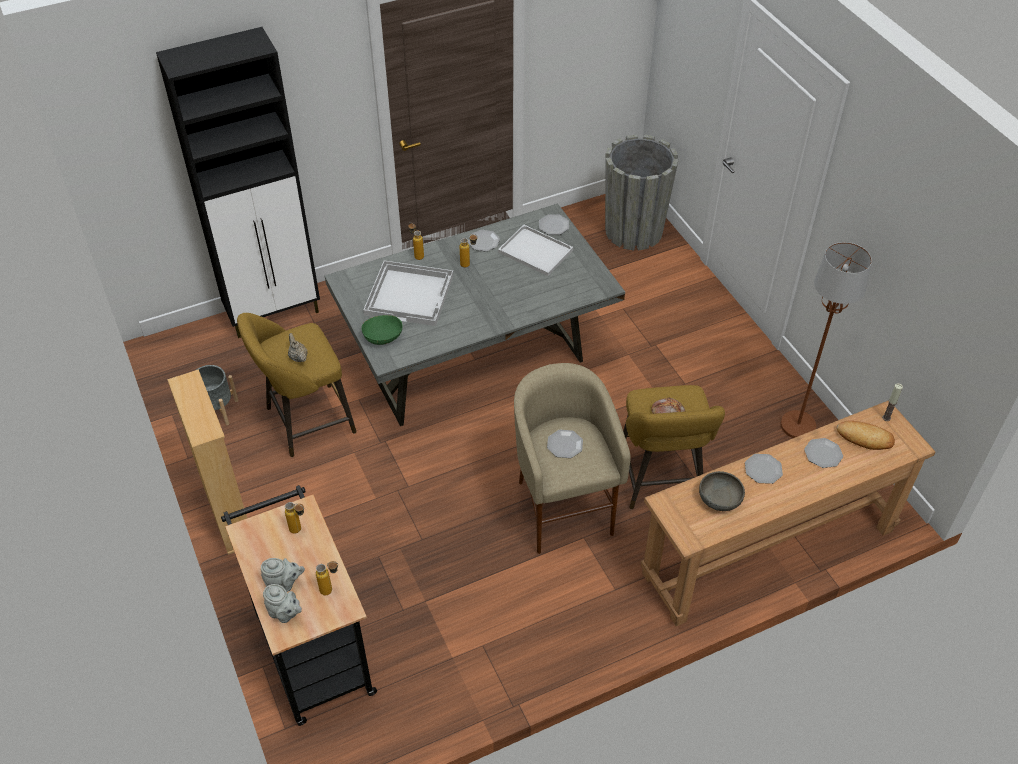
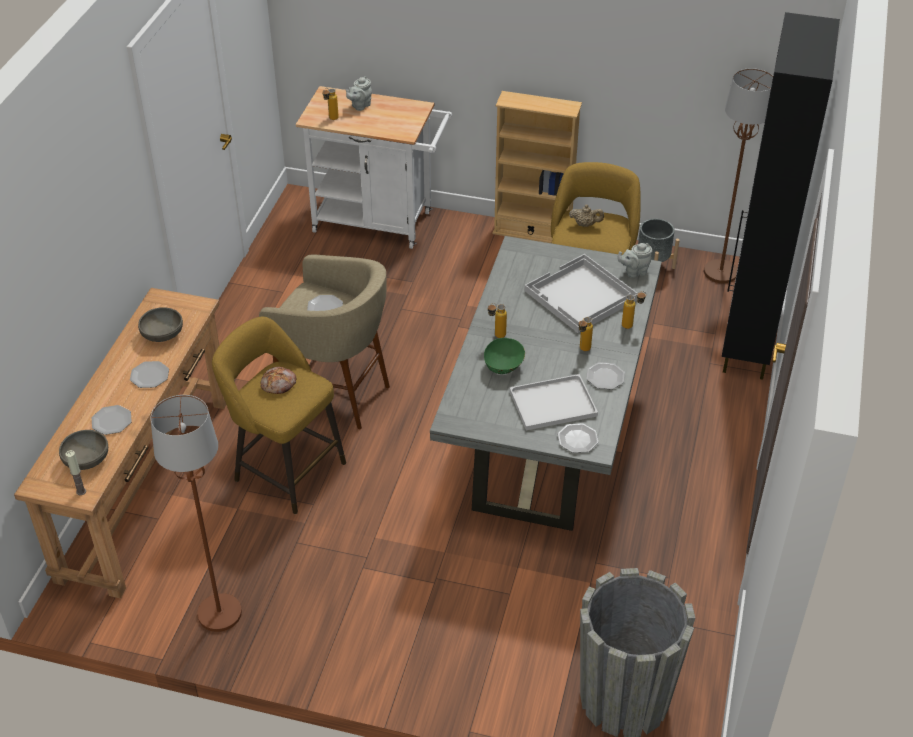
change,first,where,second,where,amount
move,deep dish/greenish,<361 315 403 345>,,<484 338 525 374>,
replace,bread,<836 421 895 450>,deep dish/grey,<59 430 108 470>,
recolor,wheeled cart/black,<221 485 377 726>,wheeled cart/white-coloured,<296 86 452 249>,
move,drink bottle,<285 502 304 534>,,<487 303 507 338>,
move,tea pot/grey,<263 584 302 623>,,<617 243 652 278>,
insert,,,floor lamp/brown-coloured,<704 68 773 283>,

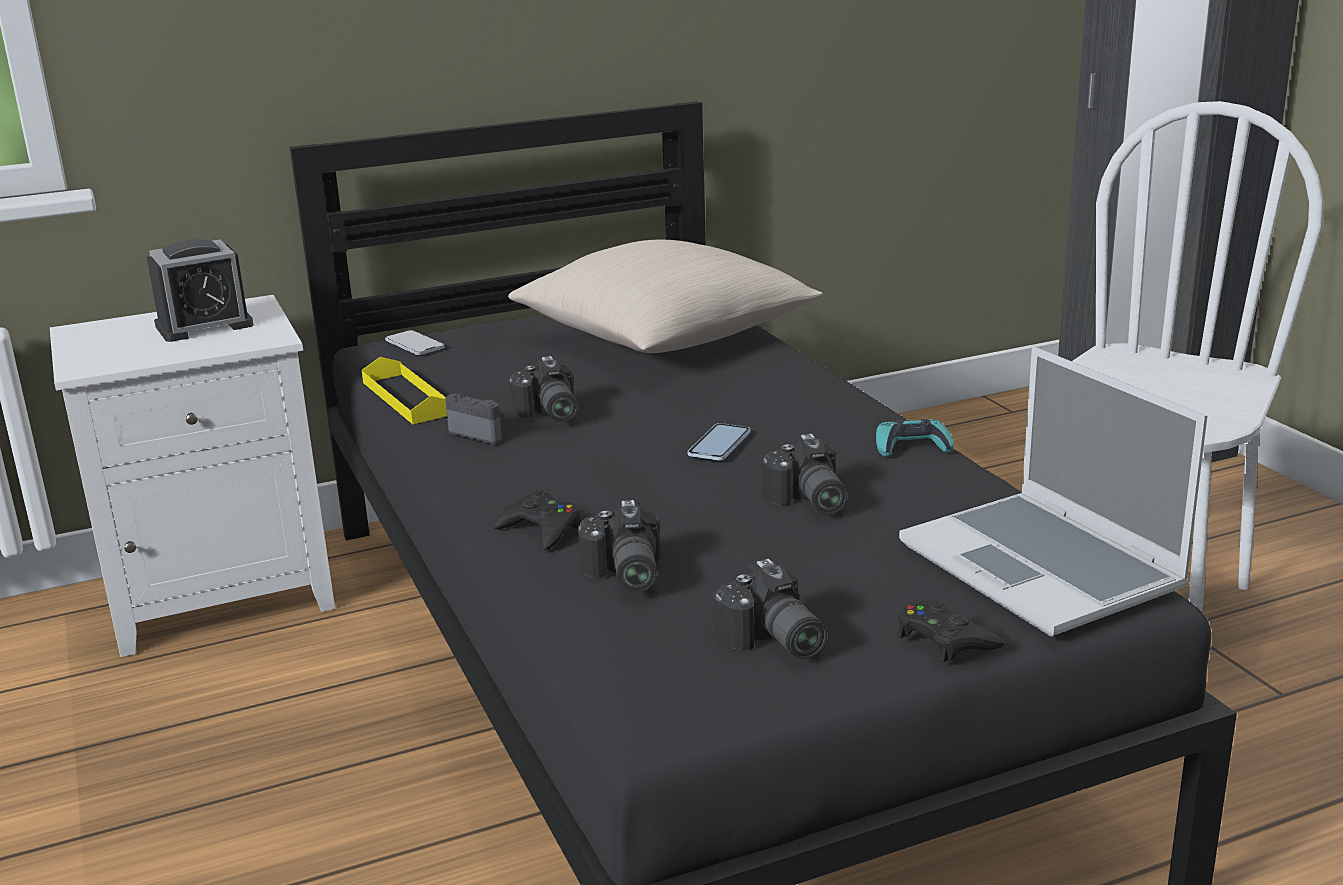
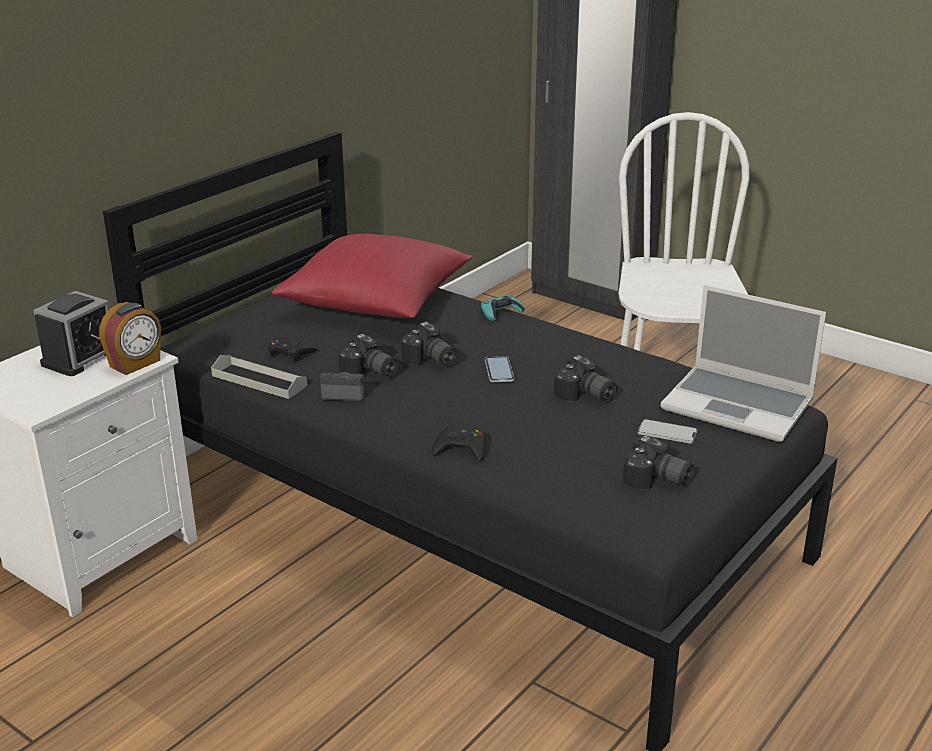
change,first,where,second,where,amount
recolor,pillow/beige,<508 240 823 353>,pillow/reddish,<272 234 473 318>,
move,handset,<385 330 445 355>,,<638 419 697 444>,
recolor,carrying tray/yellow,<362 357 447 424>,carrying tray/grey,<211 355 307 399>,
move,joypad/turquoise-coloured,<876 419 954 456>,,<480 295 525 321>,
move,still camera,<578 500 661 592>,,<401 322 457 366>,
move,joypad/black,<898 600 1005 662>,,<268 336 317 362>,
insert,,,alarm clock,<99 302 161 375>,

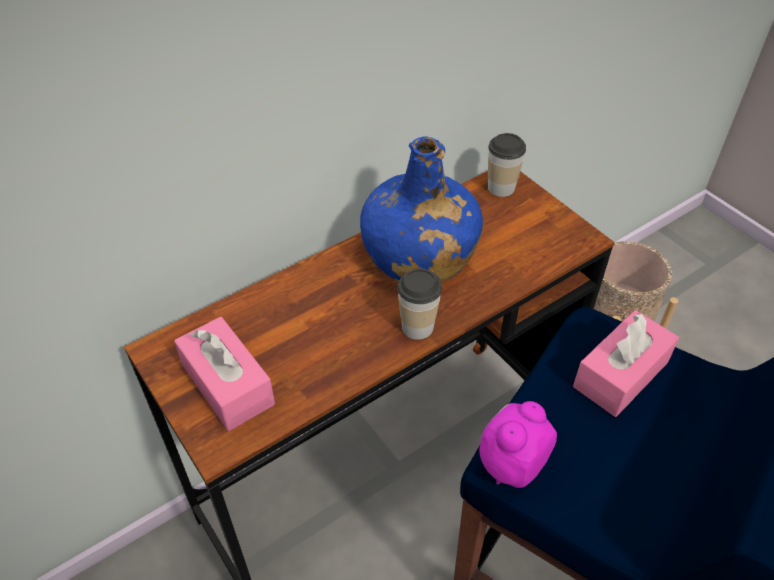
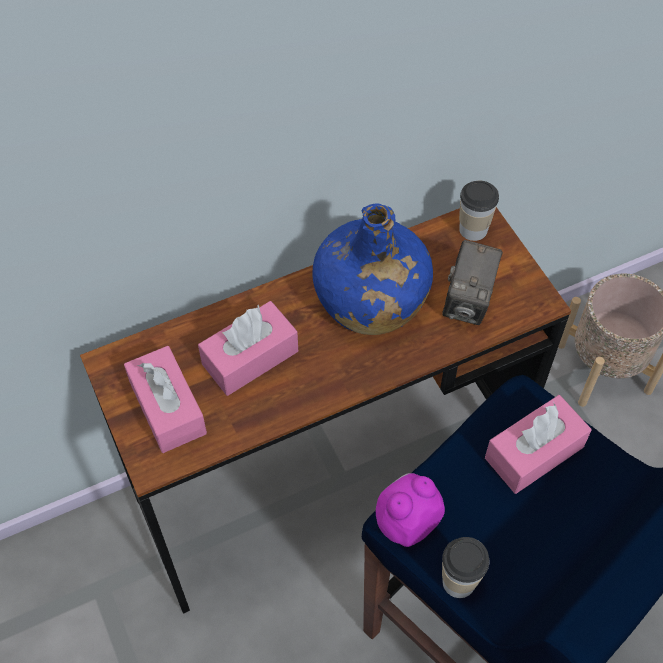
change,first,where,second,where,amount
move,cup,<397 268 442 340>,,<442 537 489 598>,
insert,,,still camera,<443 240 503 325>,
insert,,,tissue holder/pink-coloured,<198 301 298 396>,

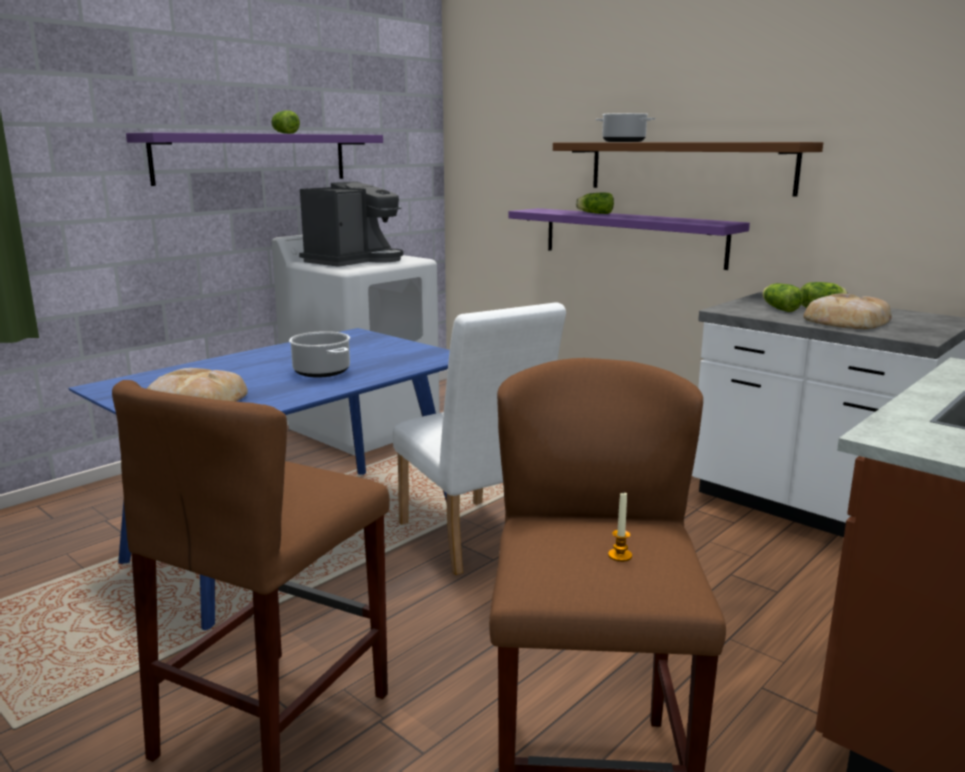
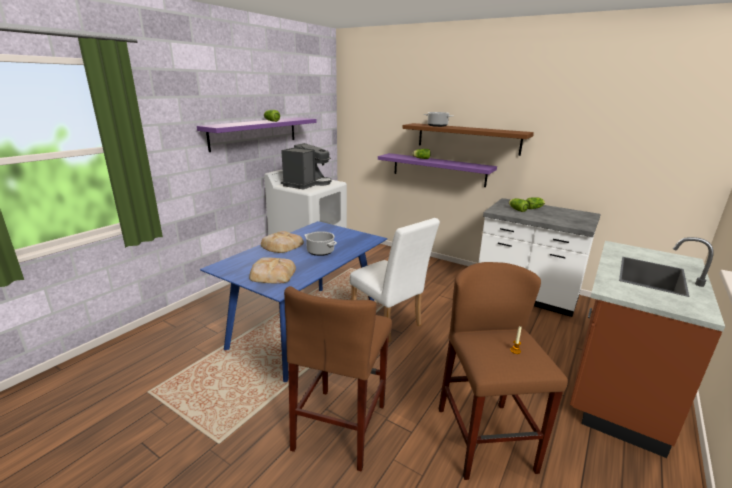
change,first,where,second,where,amount
move,bread,<804 293 892 329>,,<261 231 304 253>,

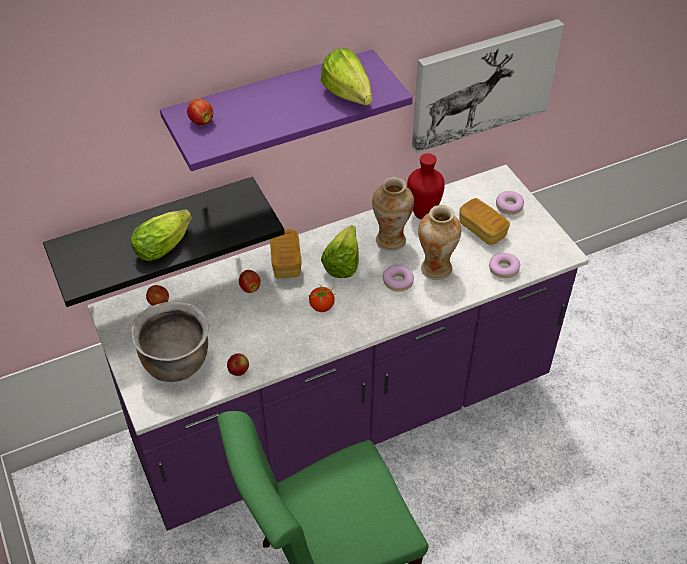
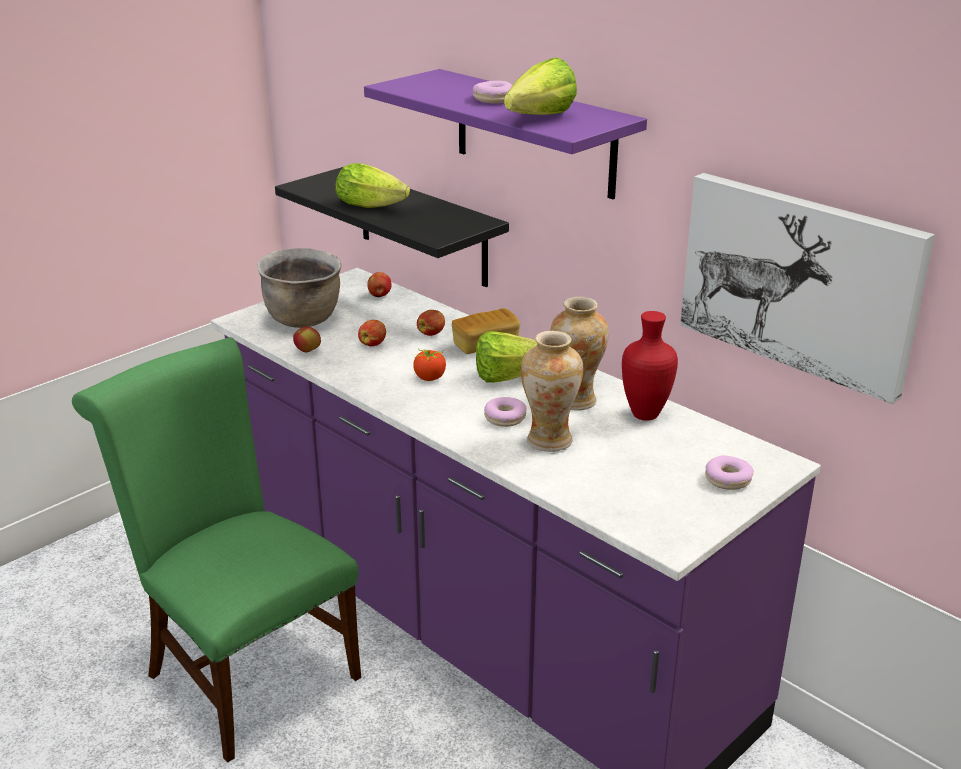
change,first,where,second,where,amount
move,apple,<187 99 213 125>,,<358 320 386 346>,
delete,bread,<459 198 510 245>,,,
move,ring doughnut,<489 253 520 278>,,<473 81 513 103>,

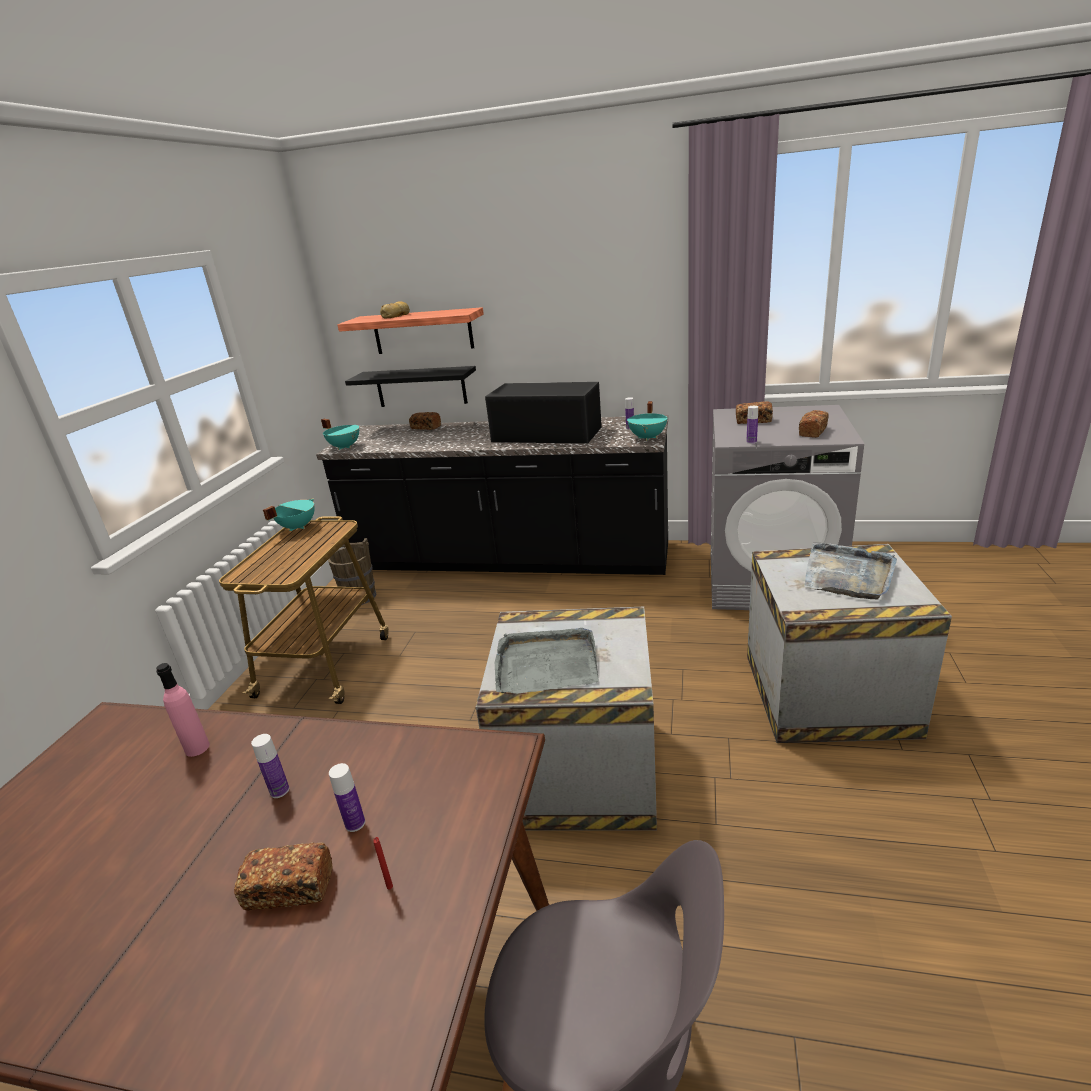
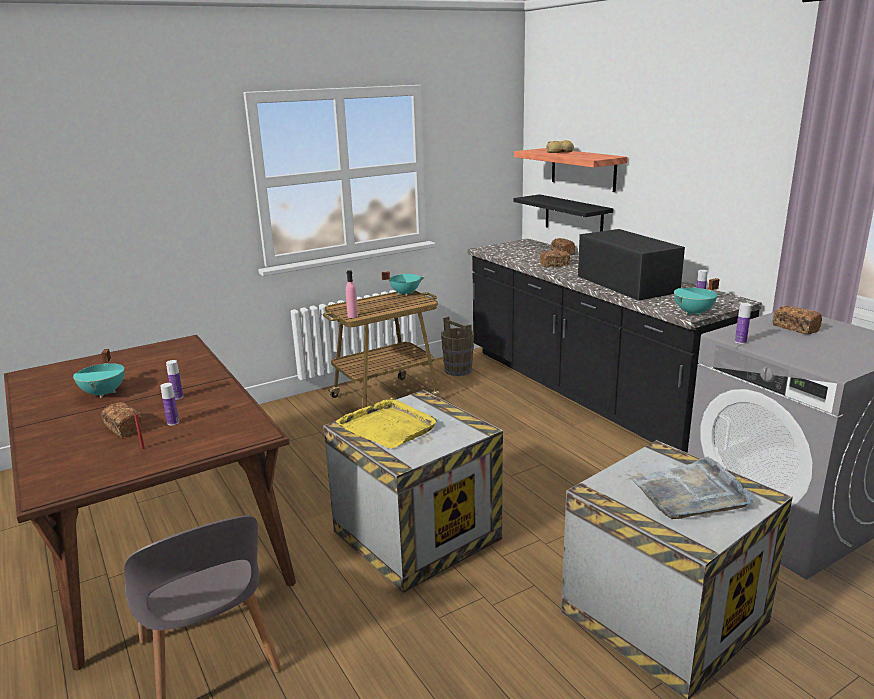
change,first,where,second,where,amount
move,bread,<799 410 829 438>,,<540 250 570 267>,
move,cooking pot/turquoise-coloured,<321 419 359 450>,,<73 349 125 398>,
recolor,carrying tray/grey,<495 628 599 694>,carrying tray/yellow,<336 398 437 449>,
move,drink bottle/pink-coloured,<156 663 210 757>,,<346 270 358 318>,

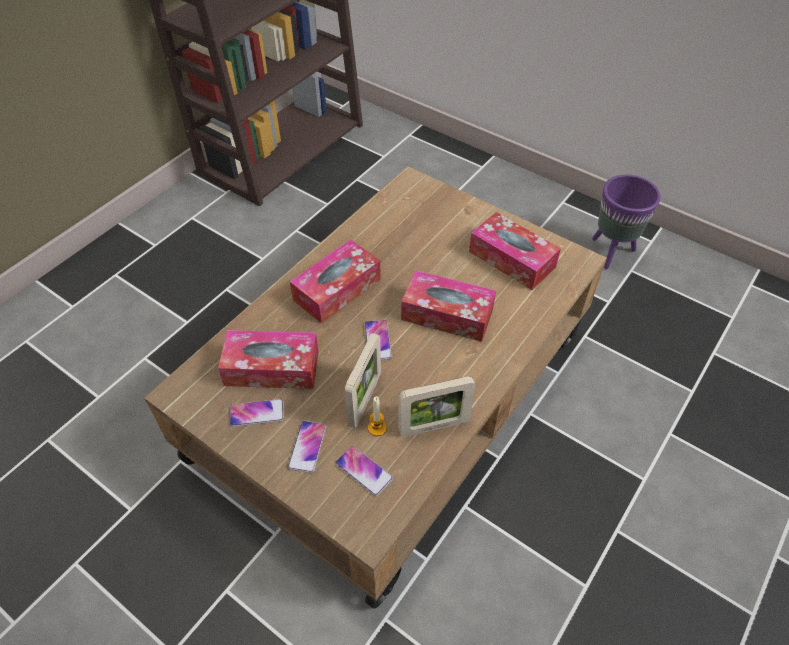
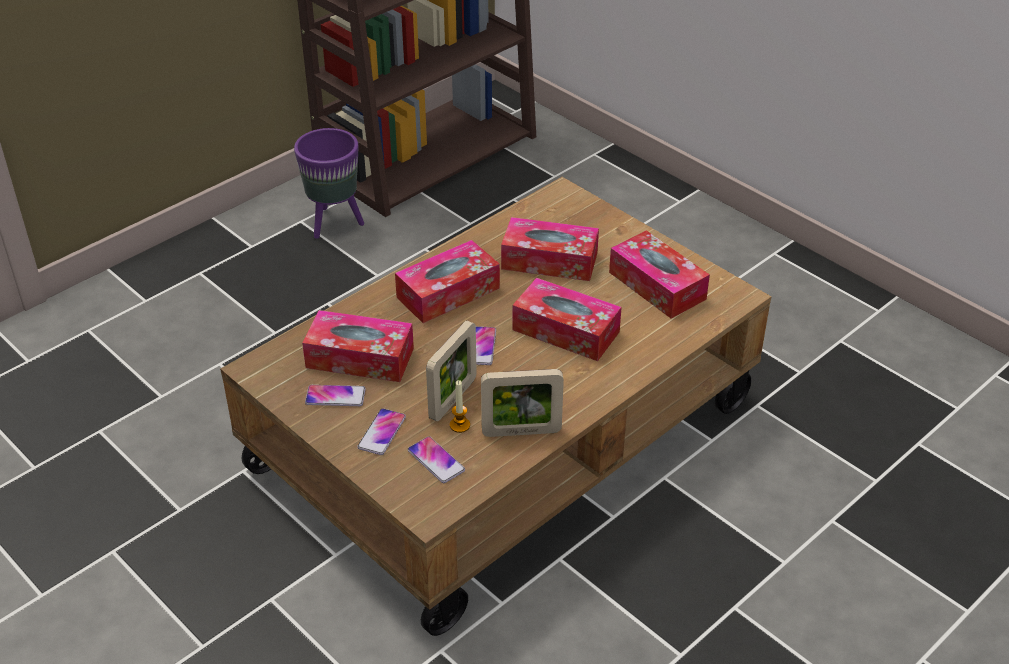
change,first,where,second,where,amount
move,flower pot/purple,<592 175 661 269>,,<294 128 364 239>,
insert,,,tissue holder,<501 217 599 281>,

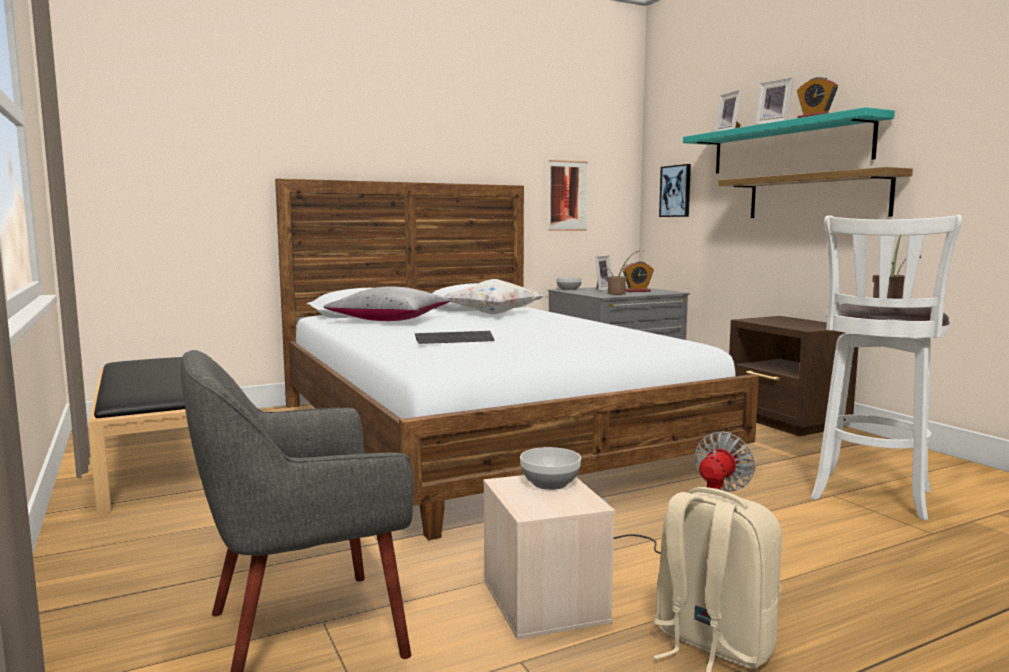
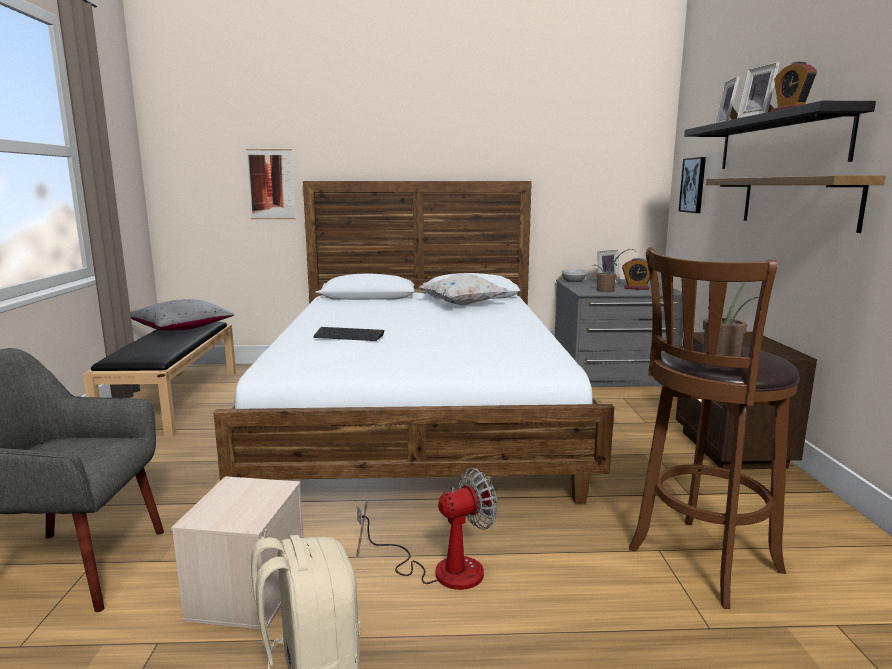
change,first,where,second,where,amount
recolor,bracket shelf/turquoise-coloured,<683 107 895 174>,bracket shelf/black,<684 101 876 169>,
move,wall art,<548 160 588 231>,,<246 149 296 219>,
recolor,stool/white-coloured,<810 215 962 520>,stool/brown-coloured,<629 247 800 609>,
move,pillow/grey,<324 286 451 321>,,<130 299 235 331>,
delete,deep dish,<520 447 581 490>,,,

